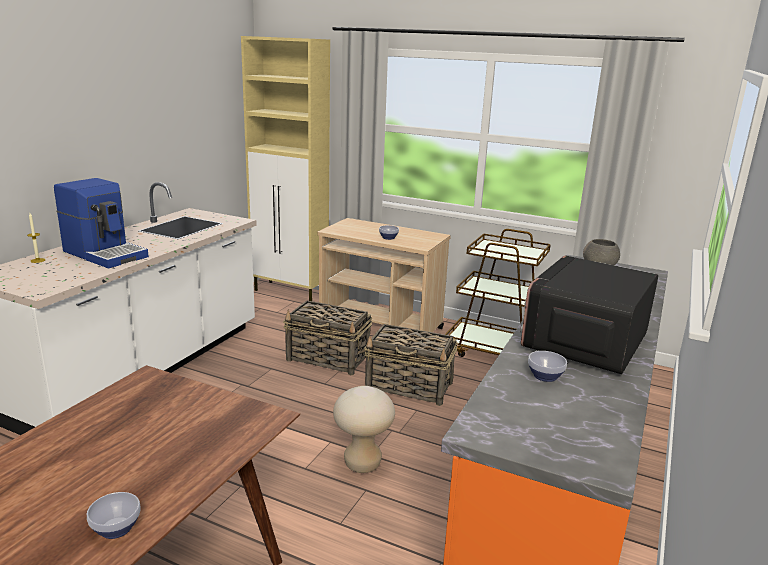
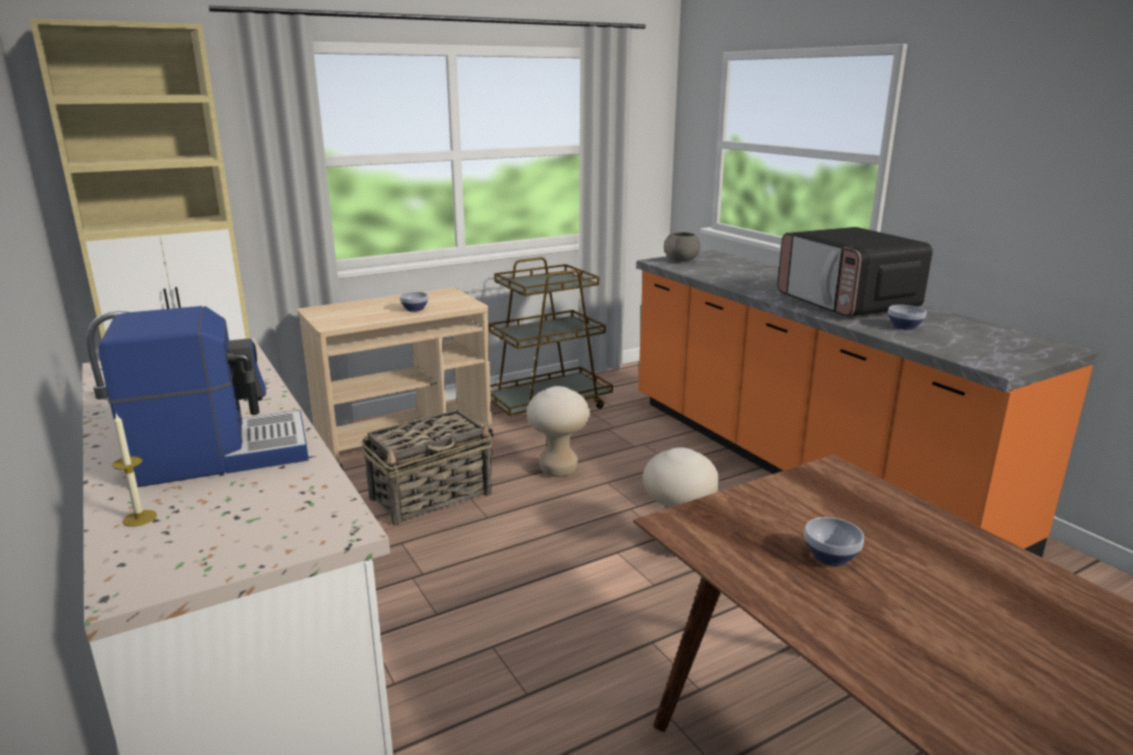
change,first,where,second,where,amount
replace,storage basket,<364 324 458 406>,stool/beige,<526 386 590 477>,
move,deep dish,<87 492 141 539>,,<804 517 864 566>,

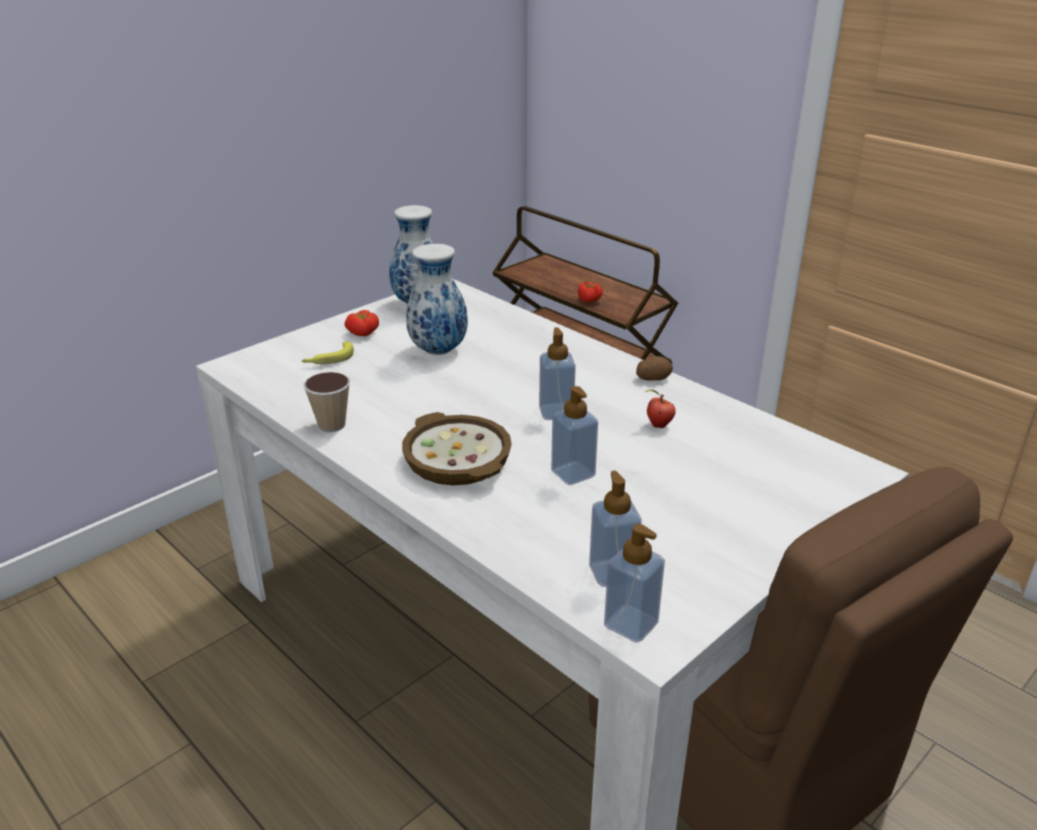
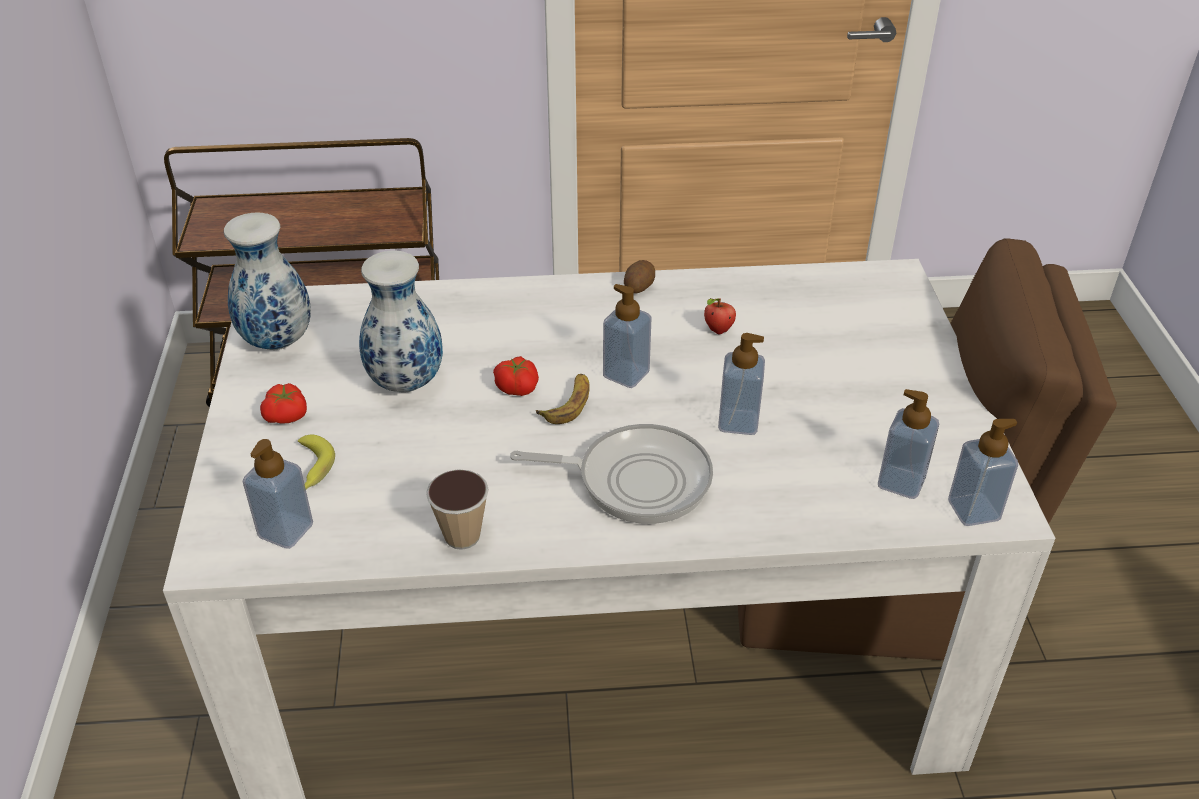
change,first,where,second,where,amount
move,tomato,<578 282 603 302>,,<493 356 539 396>,
replace,deep dish,<402 412 512 485>,frying pan,<510 424 713 524>,
insert,,,banana fruit,<536 374 590 424>,
insert,,,liquid soap bottle,<243 439 313 549>,

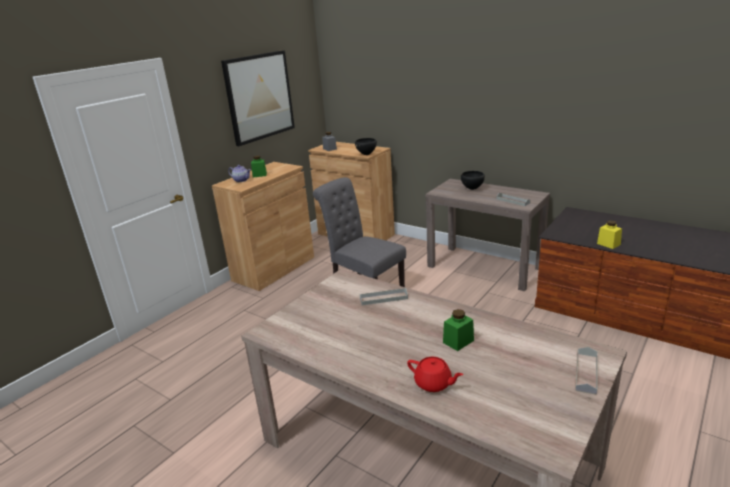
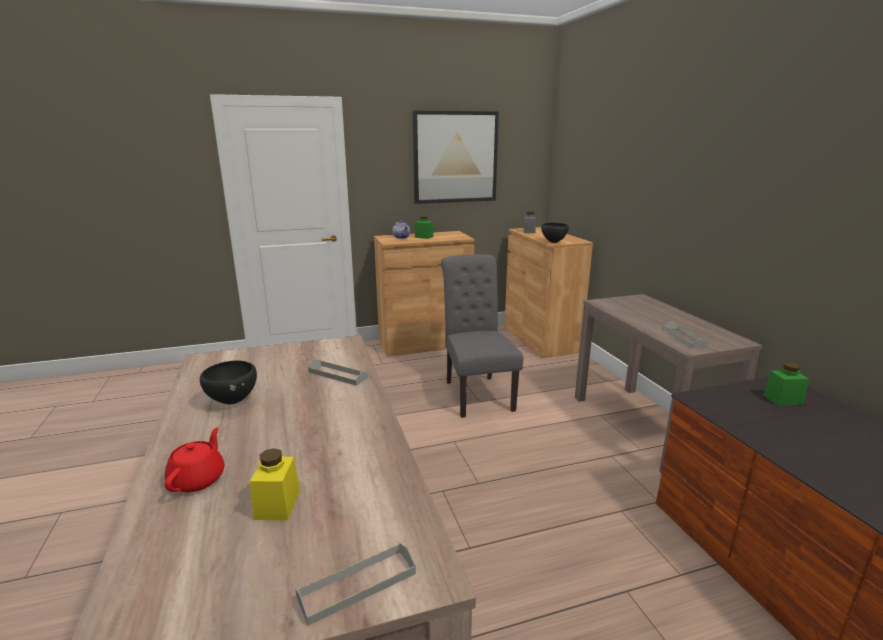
change,first,where,second,where,amount
move,deep dish/black,<461 171 485 190>,,<200 360 257 405>,
move,jar/yellow,<597 220 622 249>,,<250 448 300 520>,
move,jar/greenish,<443 309 474 351>,,<763 362 809 405>,
rotate,tea pot/reddish,<407 357 463 392>,,<165 427 225 492>,150 degrees counterclockwise

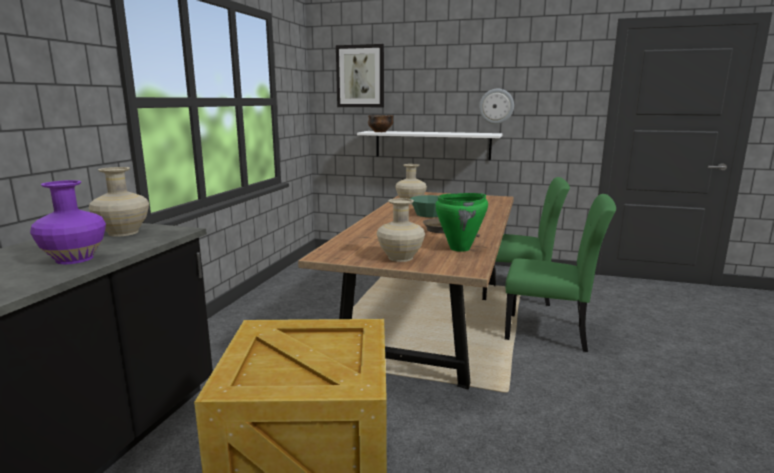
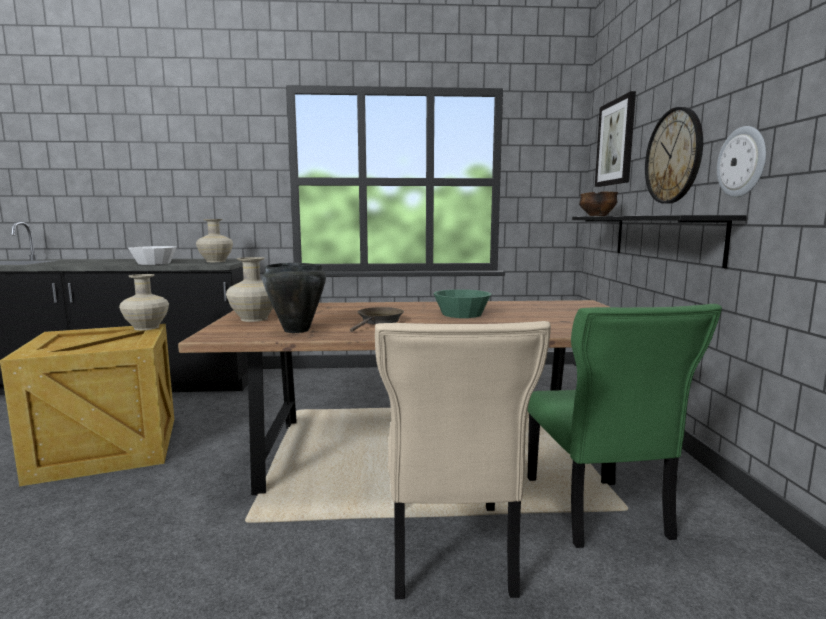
change,first,where,second,where,amount
recolor,bracket shelf/white-coloured,<357 131 503 160>,bracket shelf/black,<572 215 747 268>,
move,vase/beige,<395 164 427 204>,,<119 274 169 330>,
replace,vase/purple,<30 180 106 264>,deep dish/white-coloured,<128 246 177 265>,
recolor,cooking pot/greenish,<435 193 488 252>,cooking pot/black,<262 263 326 333>,
recolor,chair/greenish,<505 194 616 352>,chair/beige,<375 321 551 599>,
insert,,,wall clock,<645 107 703 204>,

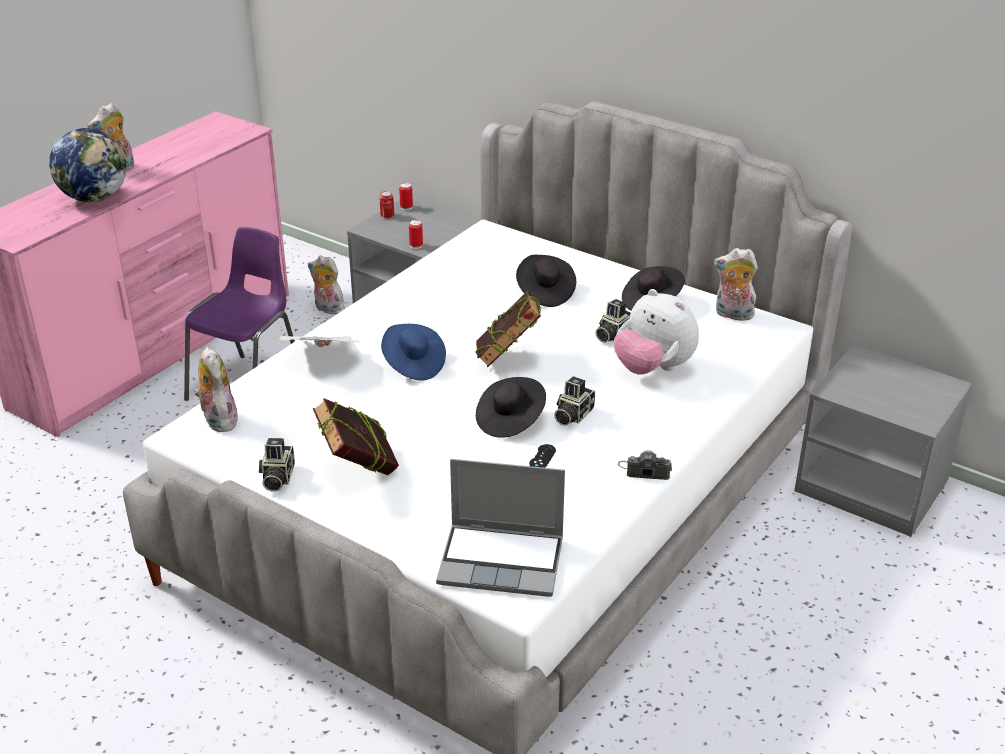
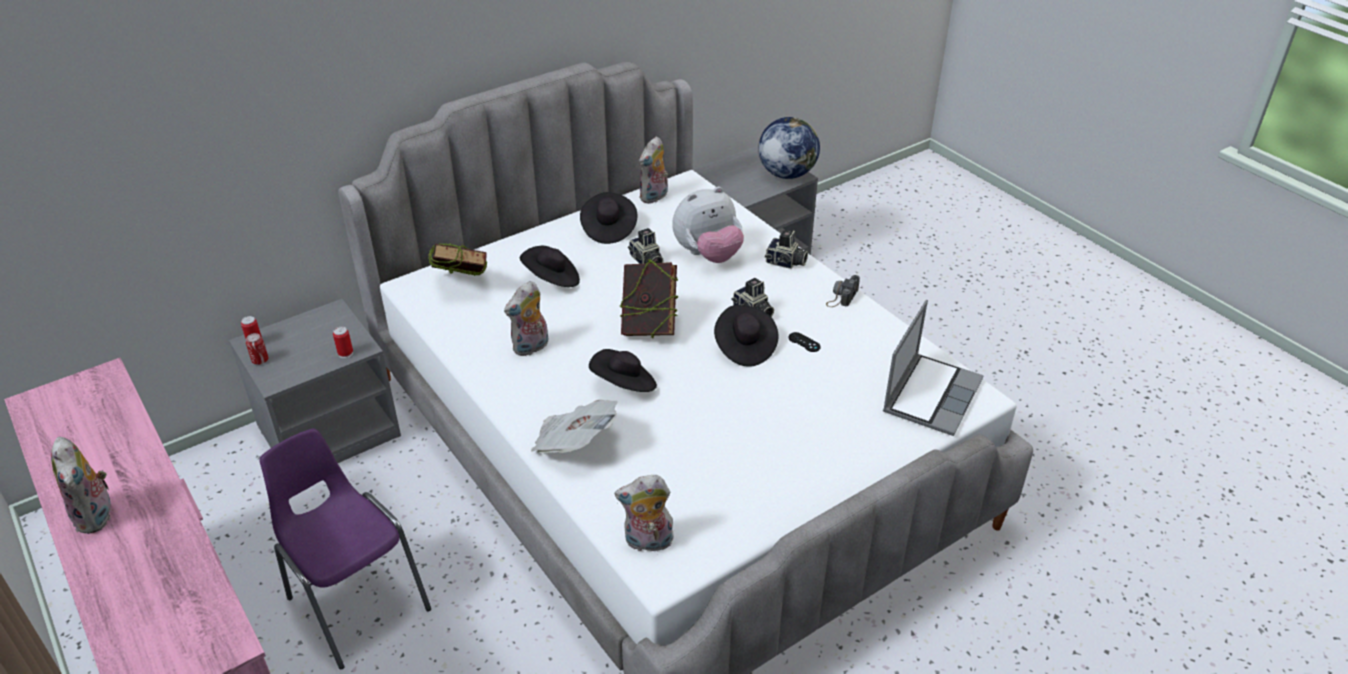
change,first,where,second,where,amount
move,world globe,<49 128 126 202>,,<758 117 820 179>,
move,cuddly toy,<308 255 345 314>,,<504 281 549 356>,
recolor,hat/blue,<381 324 446 380>,hat/black,<589 349 657 392>,
move,book,<313 398 399 475>,,<428 243 488 276>,
move,still camera,<259 438 295 492>,,<765 230 808 269>,

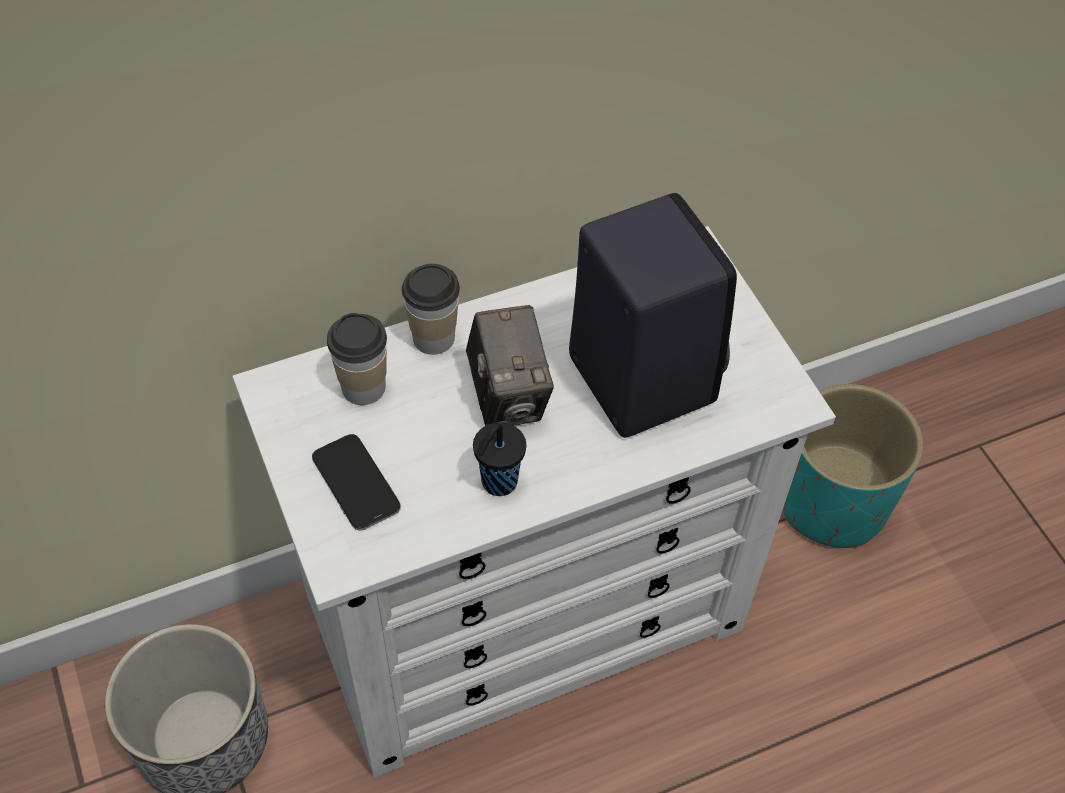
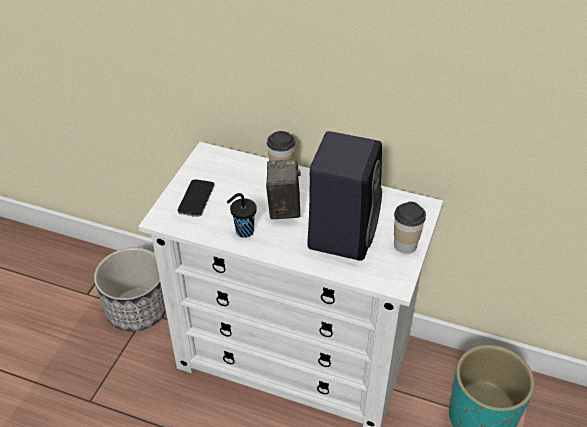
change,first,where,second,where,amount
rotate,still camera,<466 305 554 426>,,<266 159 301 219>,150 degrees clockwise
move,cup,<327 313 387 405>,,<394 201 426 253>,

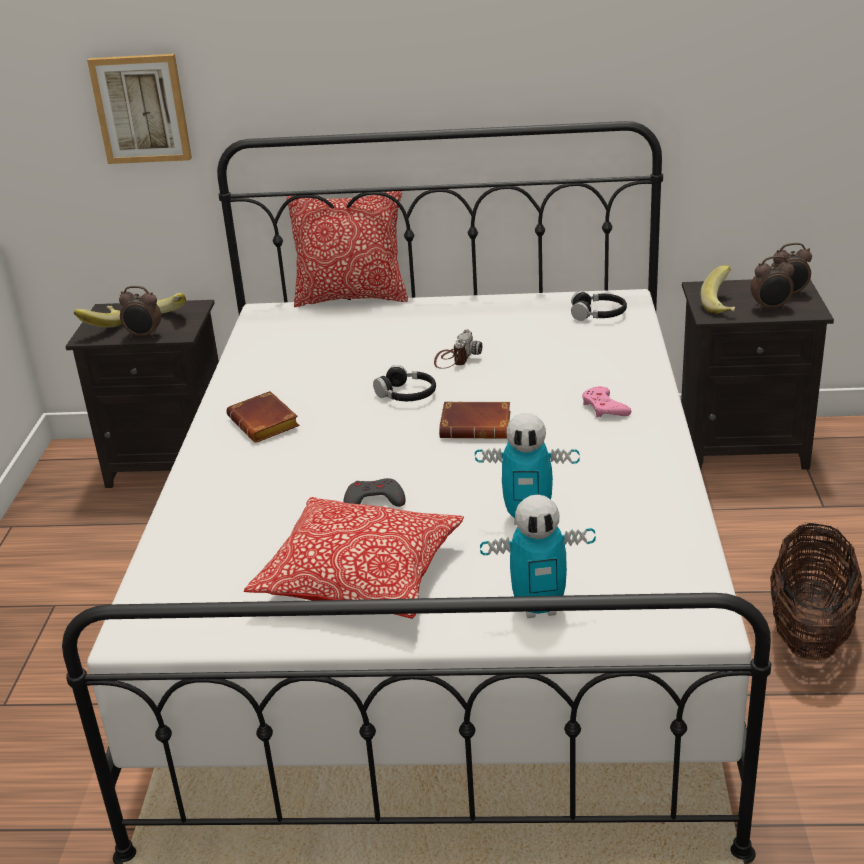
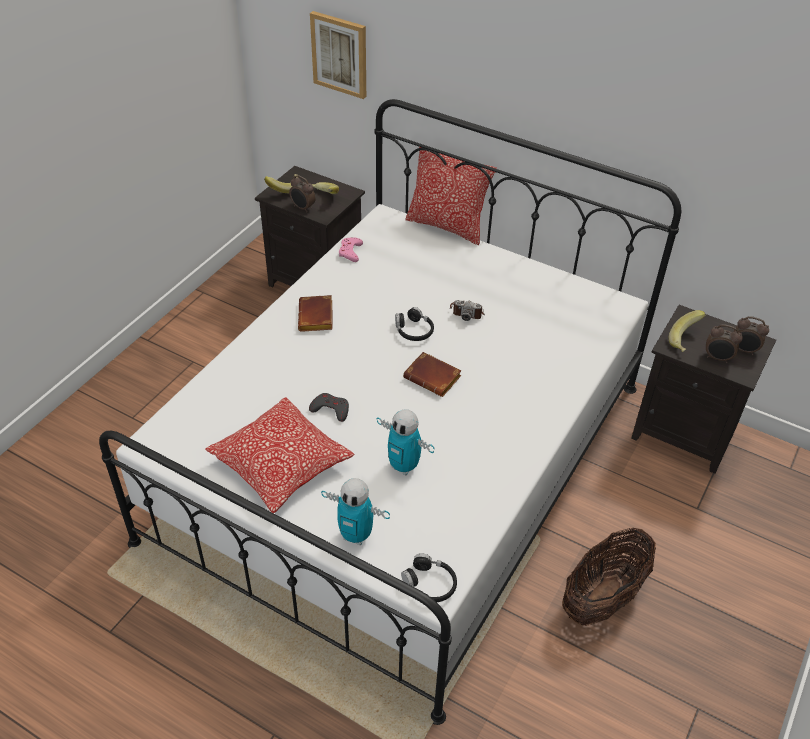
change,first,where,second,where,amount
move,headset/black,<571 291 627 321>,,<401 553 457 602>,
rotate,still camera,<434 329 482 369>,,<450 300 485 321>,60 degrees clockwise
move,joypad/pink-coloured,<582 386 631 417>,,<339 238 363 262>,

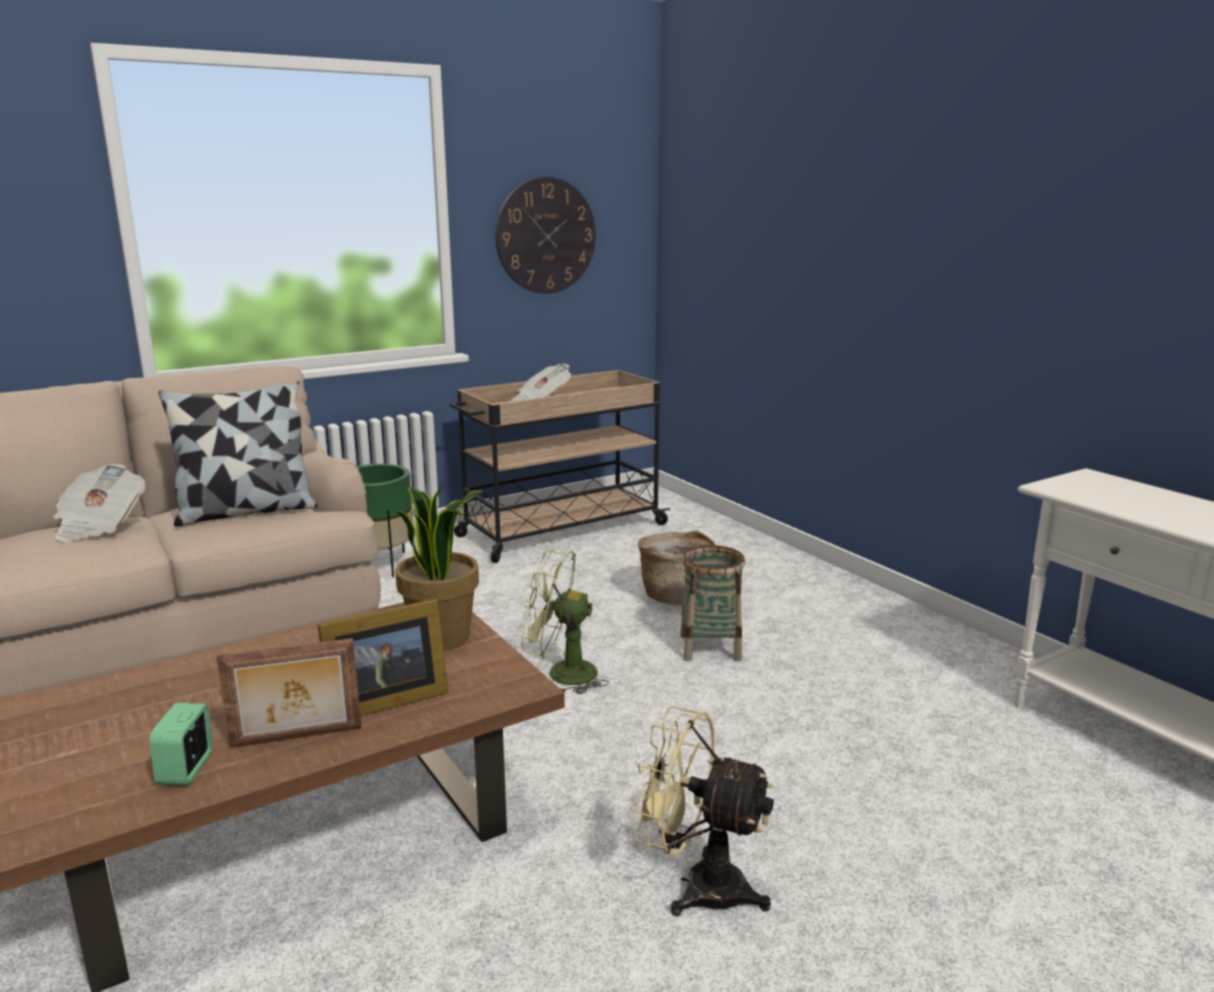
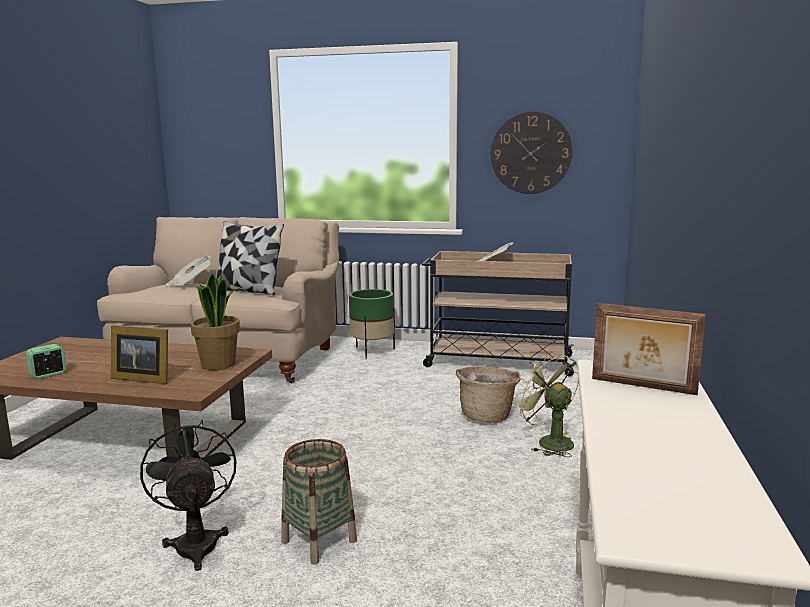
change,first,where,second,where,amount
move,storage basket,<680 545 745 661>,,<281 439 357 565>,
move,electric fan/greenish,<520 548 609 694>,,<513 352 579 457>,
move,standing frame,<217 638 362 748>,,<592 303 706 395>,
recolor,electric fan/beige,<630 706 774 916>,electric fan/black,<140 420 236 571>,

